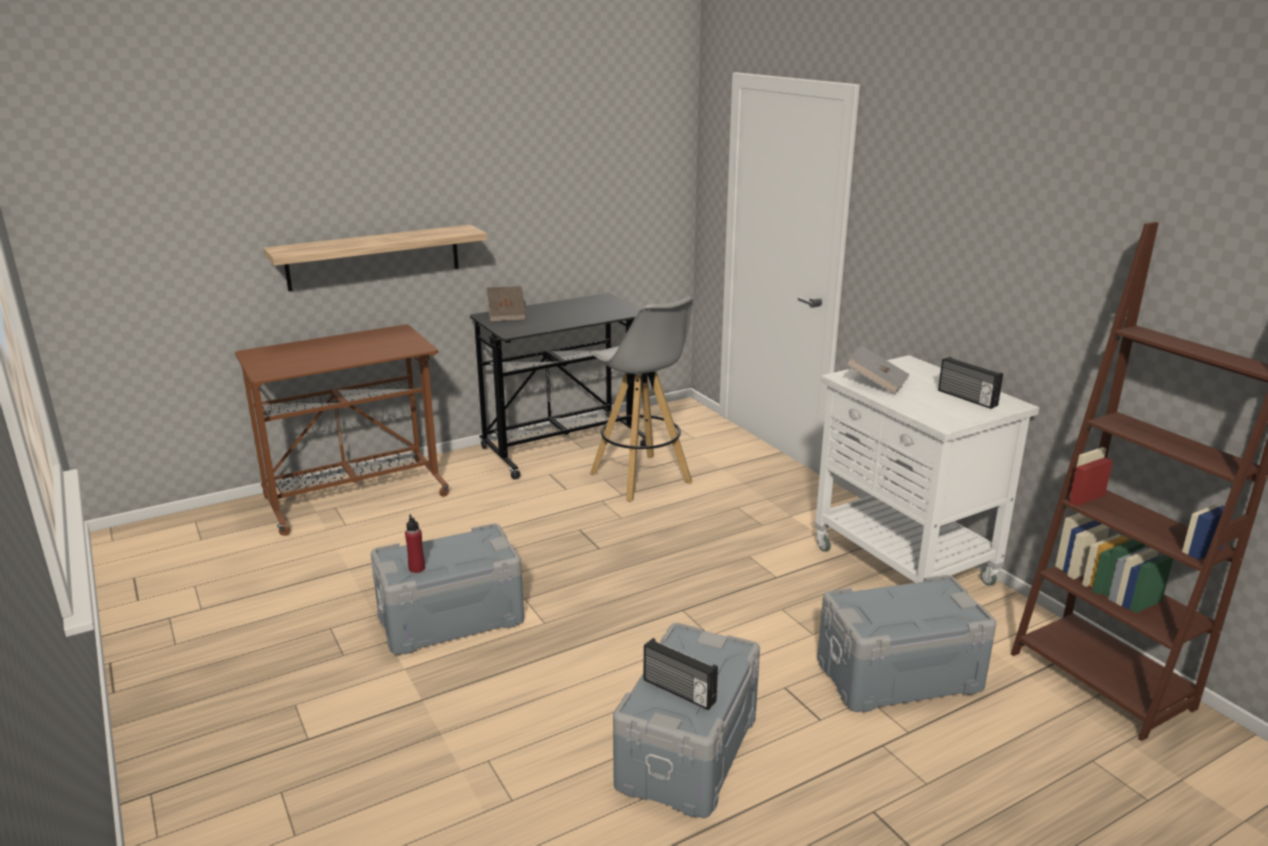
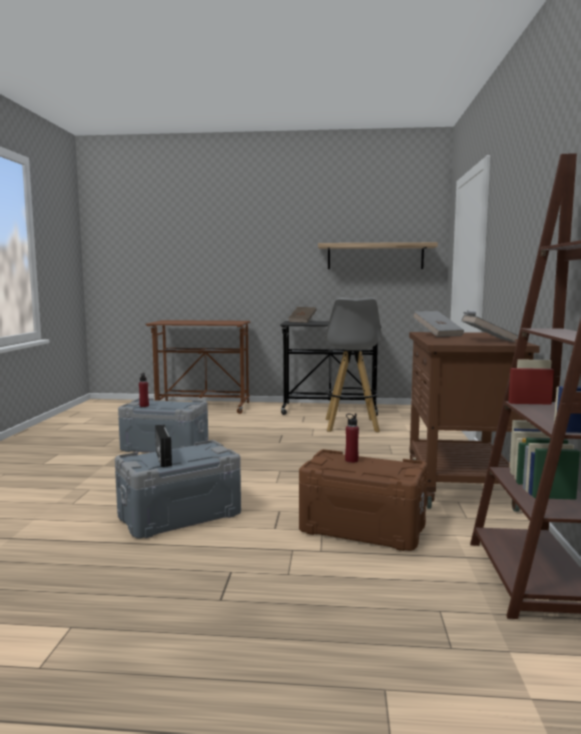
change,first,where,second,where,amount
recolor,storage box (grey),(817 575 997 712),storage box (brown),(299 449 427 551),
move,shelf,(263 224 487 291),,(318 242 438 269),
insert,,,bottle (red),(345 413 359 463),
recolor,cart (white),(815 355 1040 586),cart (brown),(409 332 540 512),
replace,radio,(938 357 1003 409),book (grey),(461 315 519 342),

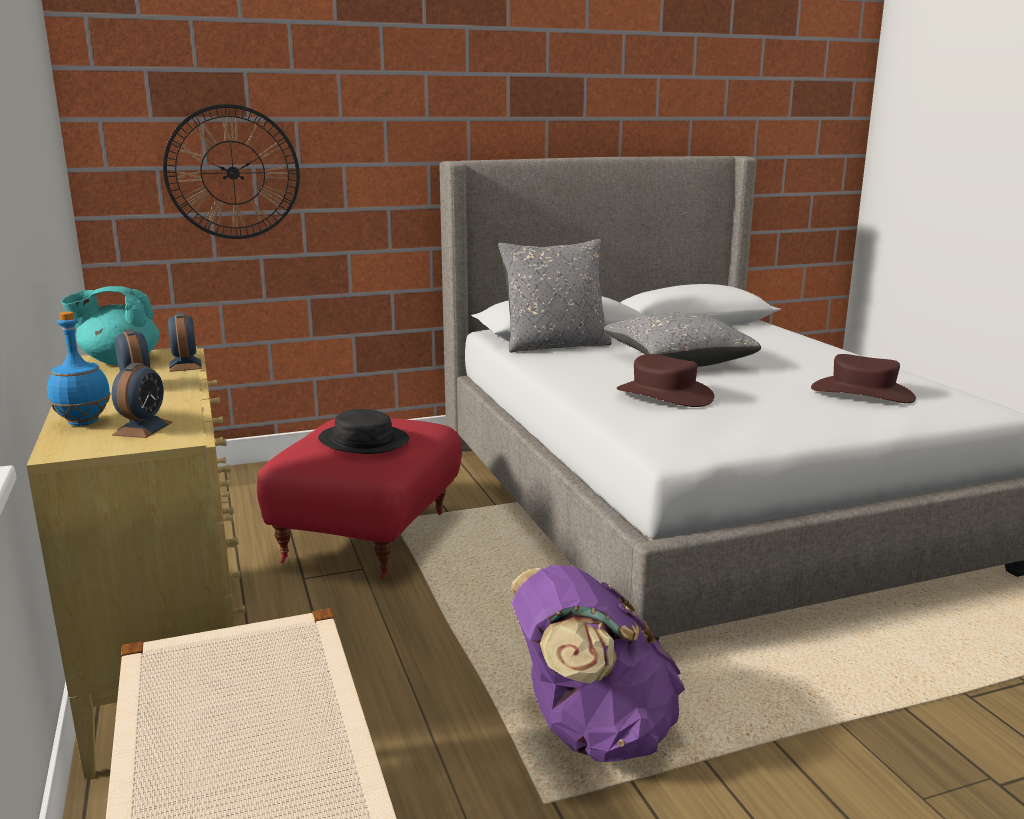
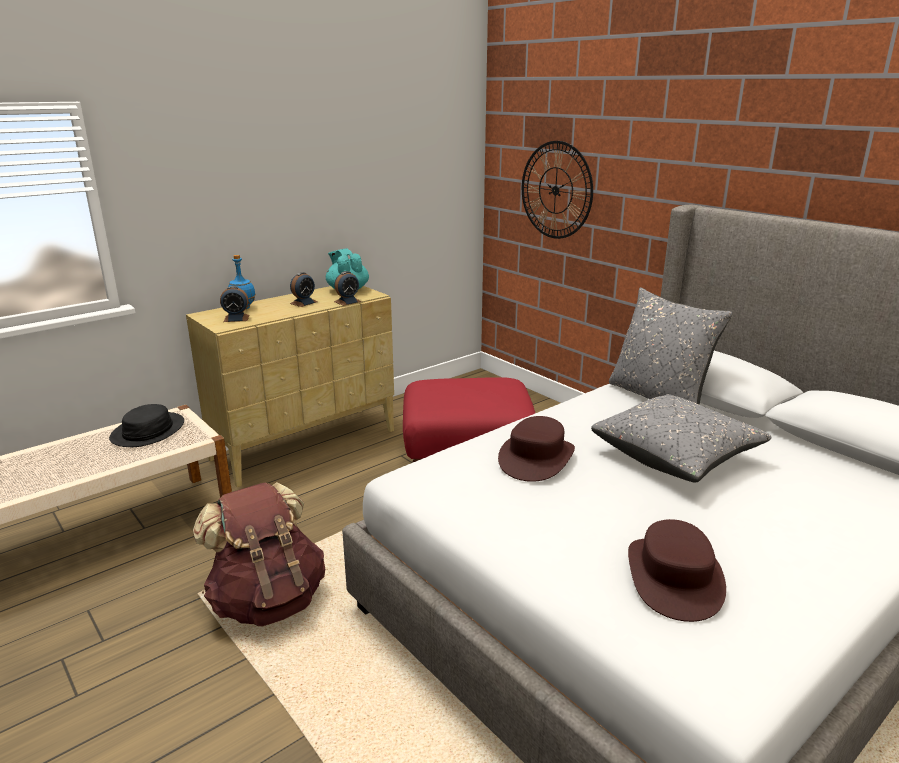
change,first,where,second,where,amount
move,hat (black),(318 409 409 454),,(109 404 184 447),
recolor,backpack (purple),(511 565 685 762),backpack (brown),(193 482 325 626),

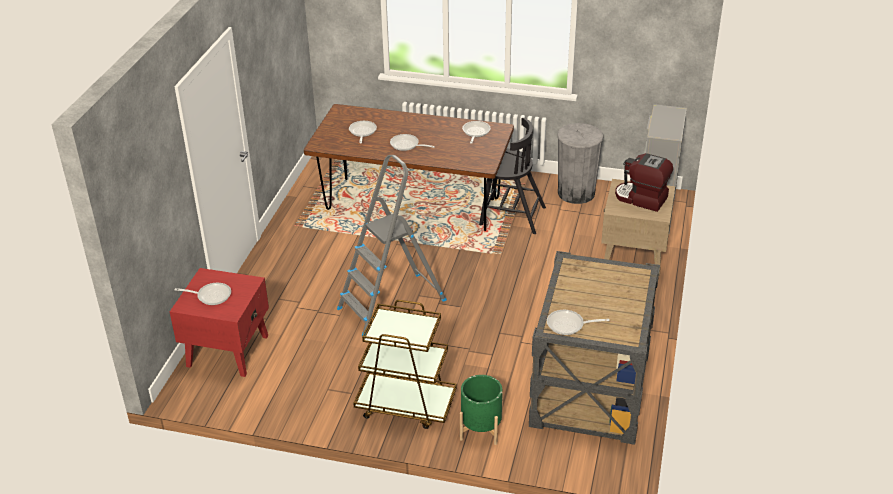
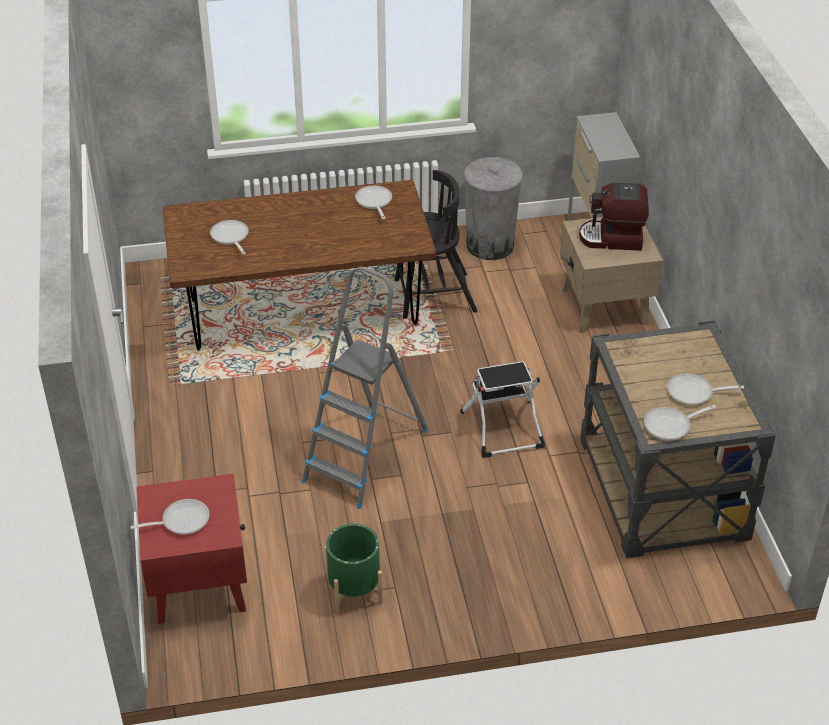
change,first,where,second,where,amount
move,planter (green),(460 375 503 445),,(325 524 383 613),
insert,,,step ladder,(460 361 545 458),
move,frying pan,(390 134 435 151),,(667 373 744 405),
delete,cart (brown),(353 300 457 429),,,

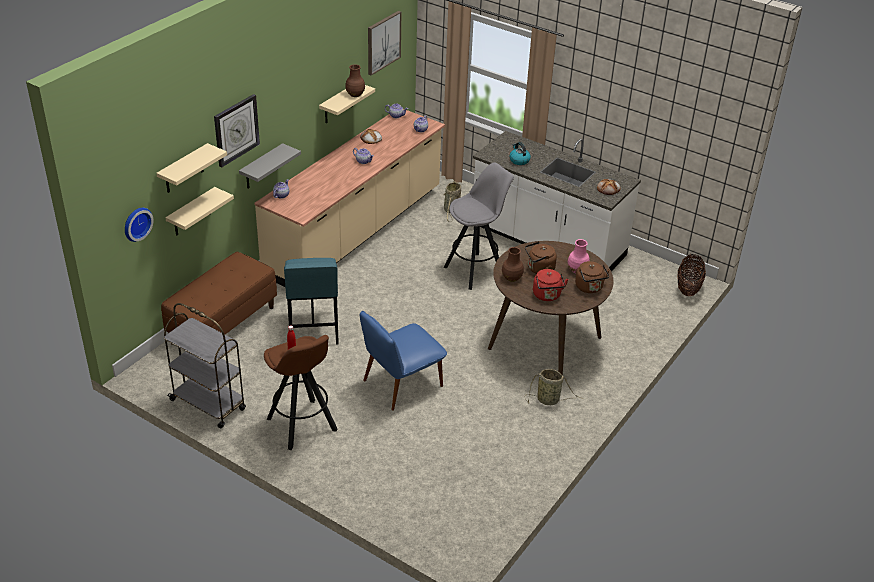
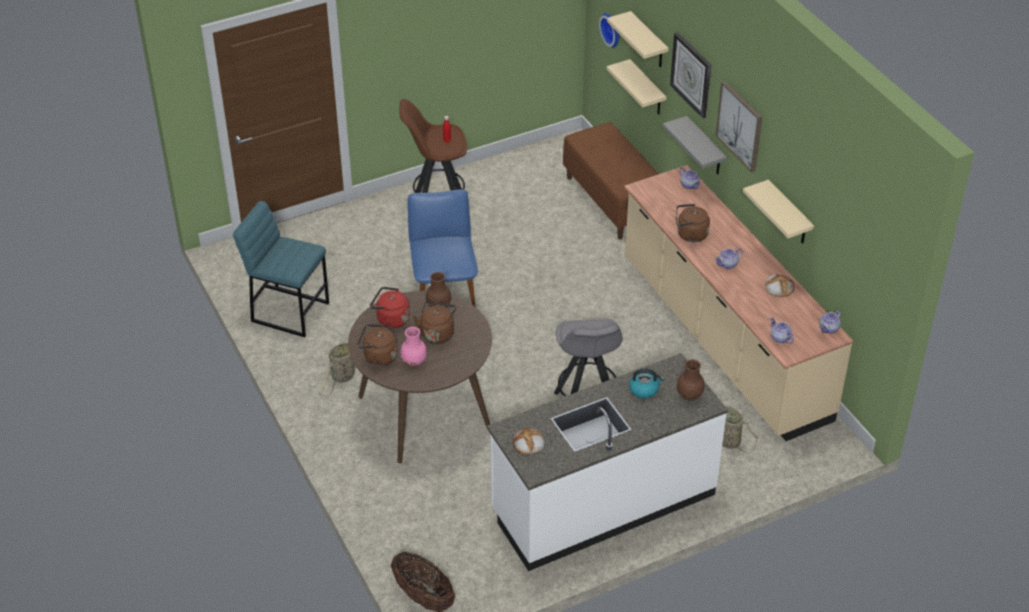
change,first,where,second,where,amount
move,stool (blue),(284 258 339 345),,(233 201 329 337),
insert,,,kettle (brown),(676 204 710 242),
move,vase (brown),(345 64 365 97),,(677 359 704 400),
move,picture,(368 11 401 75),,(716 81 762 172),
delete,cart (grey),(164 303 246 429),,,

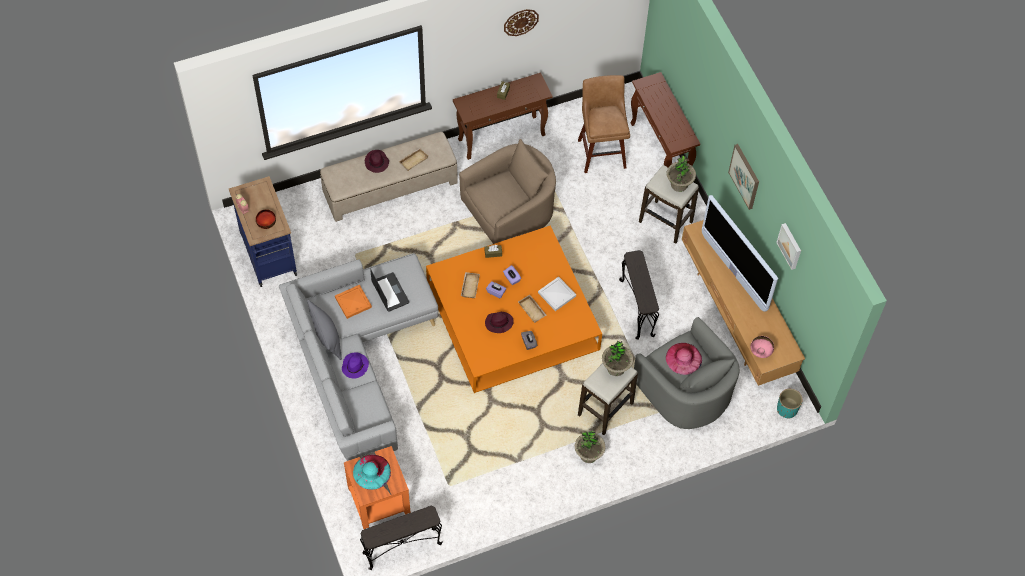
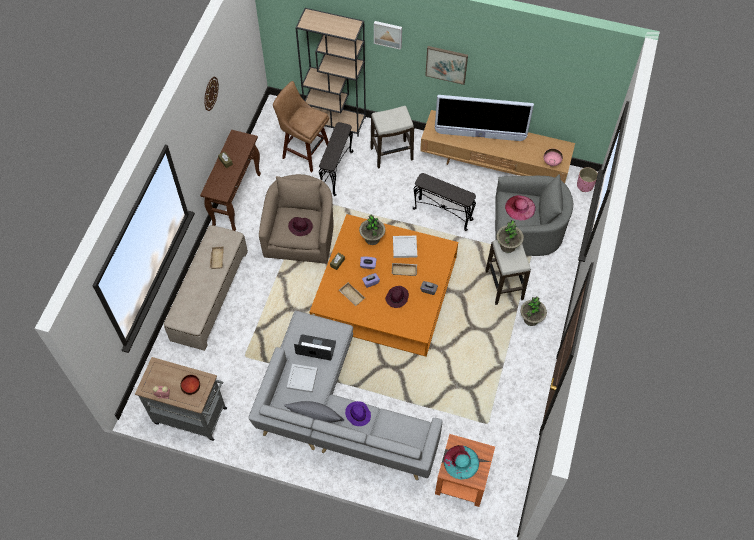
change,first,where,second,where,amount
recolor,cart (blue),(229 176 297 287),cart (grey),(135 357 227 441),
recolor,tray (orange),(335 285 372 319),tray (white),(287 364 318 393),
move,hat (purple),(365 150 389 173),,(288 217 313 236),
replace,console table (brown),(631 72 700 167),bookcase,(296 8 366 137),
move,side table (black),(360 506 443 570),,(319 122 353 196),
move,potted plant,(666 155 696 192),,(359 214 385 245),
move,picture,(776 223 801 270),,(374 21 402 50),
recolor,planter (turquoise),(777 389 803 419),planter (pink),(577 167 598 192),

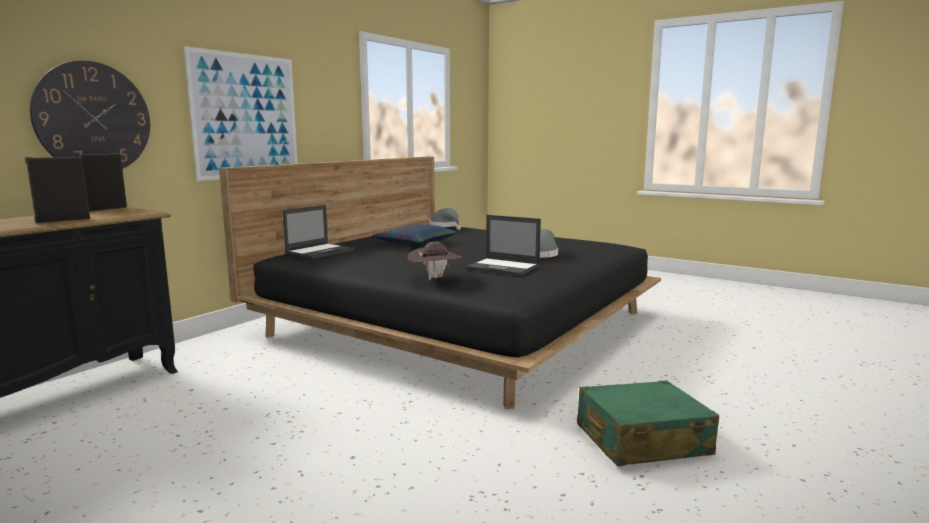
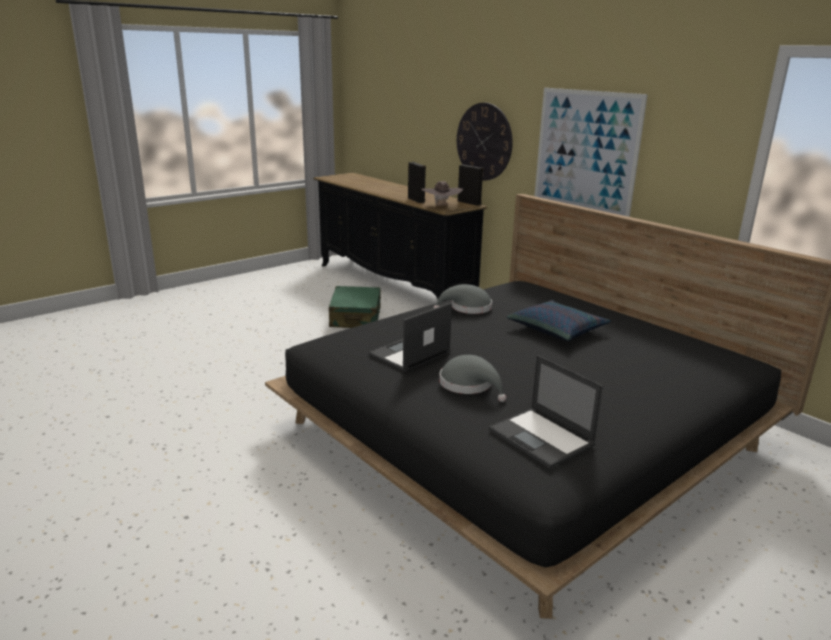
change,first,where,second,where,amount
move,suitcase (green),(577 380 719 466),,(329 286 381 328),
move,hat (brown),(407 242 463 280),,(421 181 463 206),
move,hat (grey),(430 208 461 230),,(433 284 492 314),
move,laptop,(283 205 354 259),,(489 355 603 469),

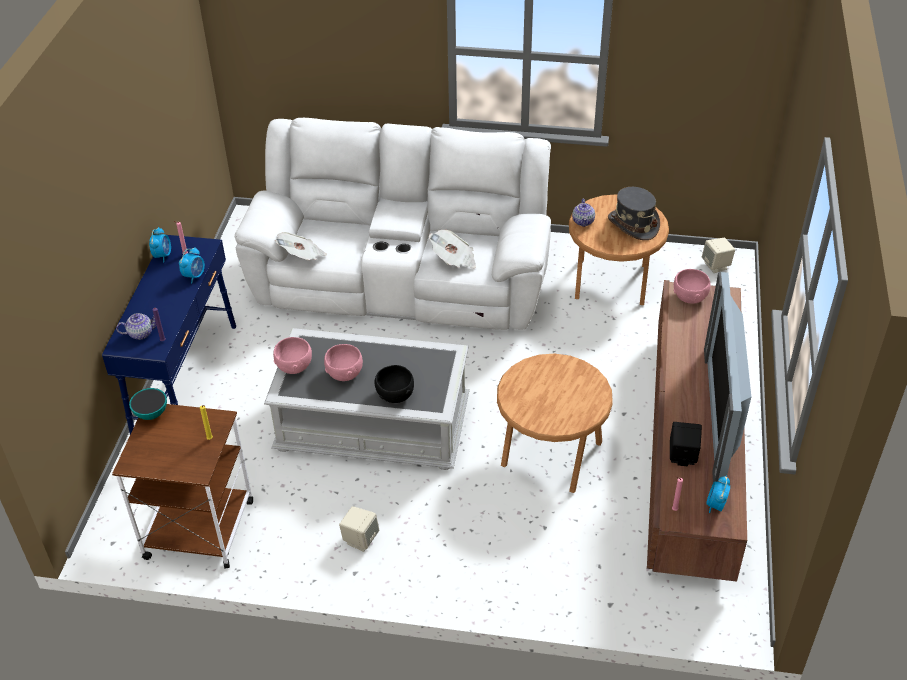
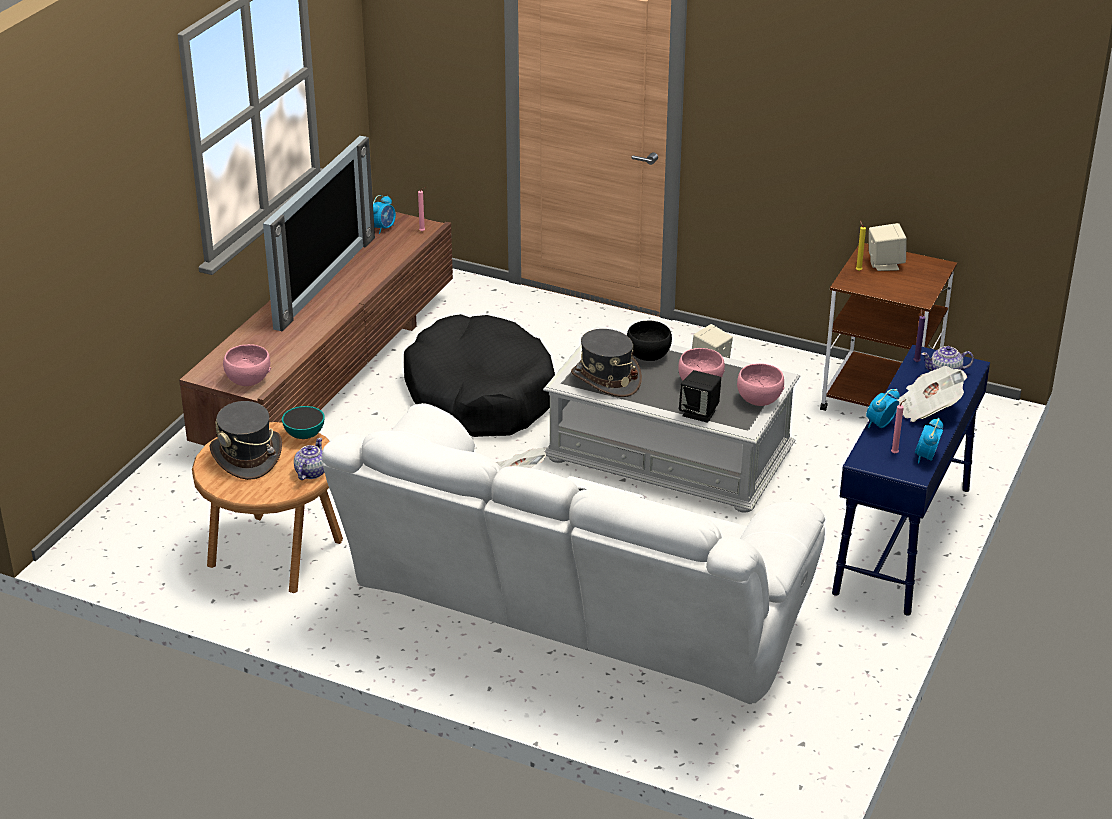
change,first,where,second,where,amount
move,bowl,(129 388 167 420),,(282 406 325 439),
replace,side table (brown),(497 354 613 493),dog bed (black),(404 314 555 437),
insert,,,hat (grey),(571 329 642 397),
move,speaker (black),(670 422 702 467),,(679 370 721 423),
move,speaker (beige),(702 238 735 273),,(869 223 907 271),
move,newspaper,(275 232 327 260),,(896 366 967 422),

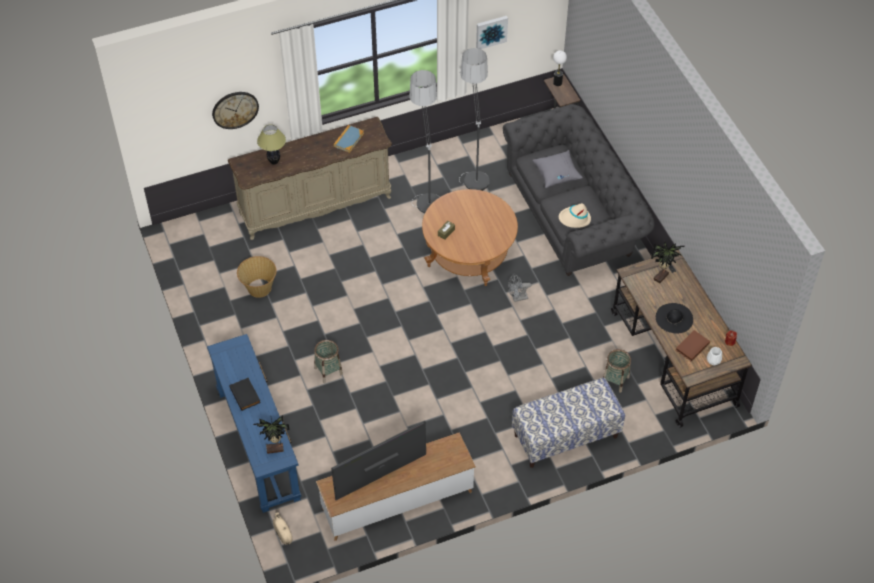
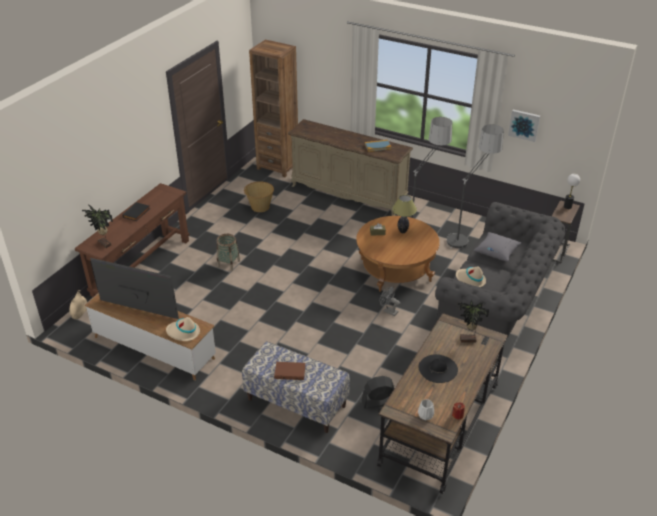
change,first,where,second,where,amount
recolor,console table (blue),(207 334 301 513),console table (brown),(75 183 190 297),
insert,,,hat (beige),(166 317 200 341),
insert,,,bookcase (brown),(249 40 298 177),
move,book (brown),(676 330 710 361),,(274 362 305 380),
replace,basket,(603 349 631 393),fan (black),(362 376 394 409),
move,table lamp,(257 124 286 165),,(392 195 417 233),
delete,wall clock,(212 92 259 129),,,

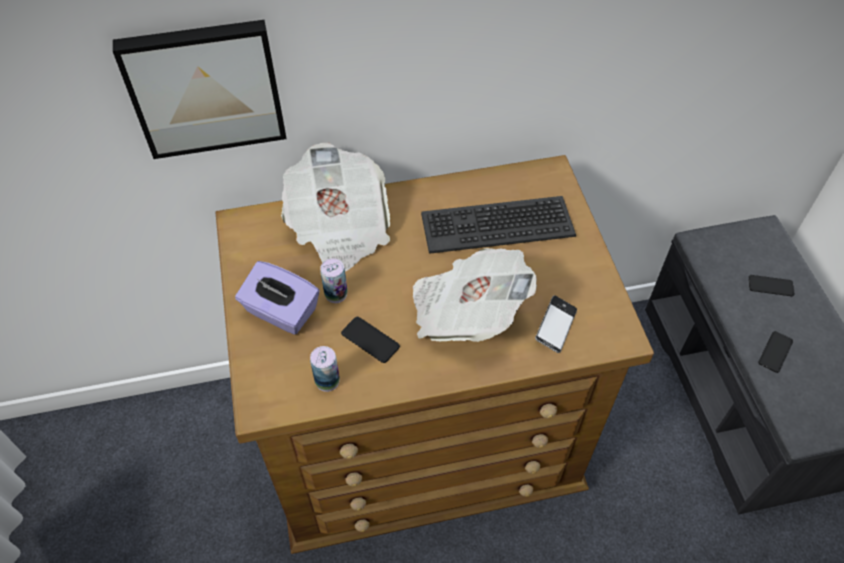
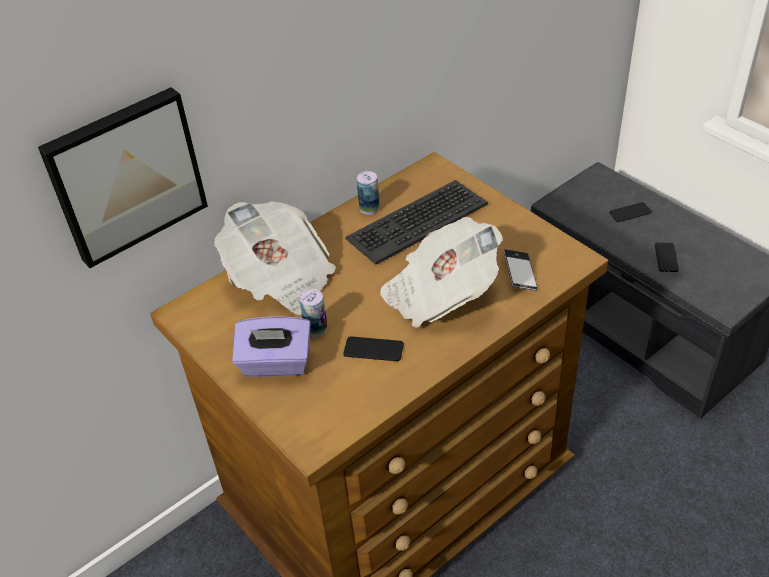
change,first,where,second,where,amount
move,can,(310 346 340 392),,(357 171 380 215),

